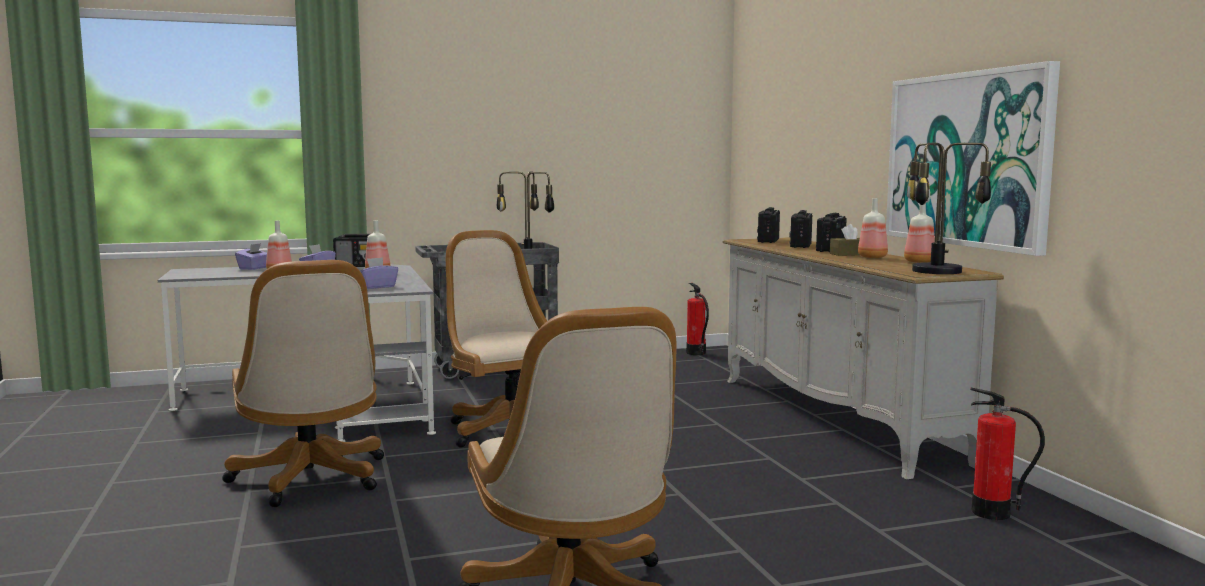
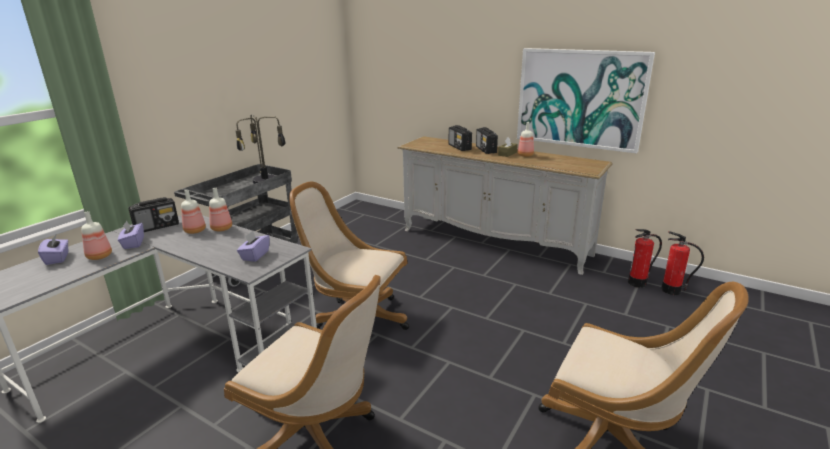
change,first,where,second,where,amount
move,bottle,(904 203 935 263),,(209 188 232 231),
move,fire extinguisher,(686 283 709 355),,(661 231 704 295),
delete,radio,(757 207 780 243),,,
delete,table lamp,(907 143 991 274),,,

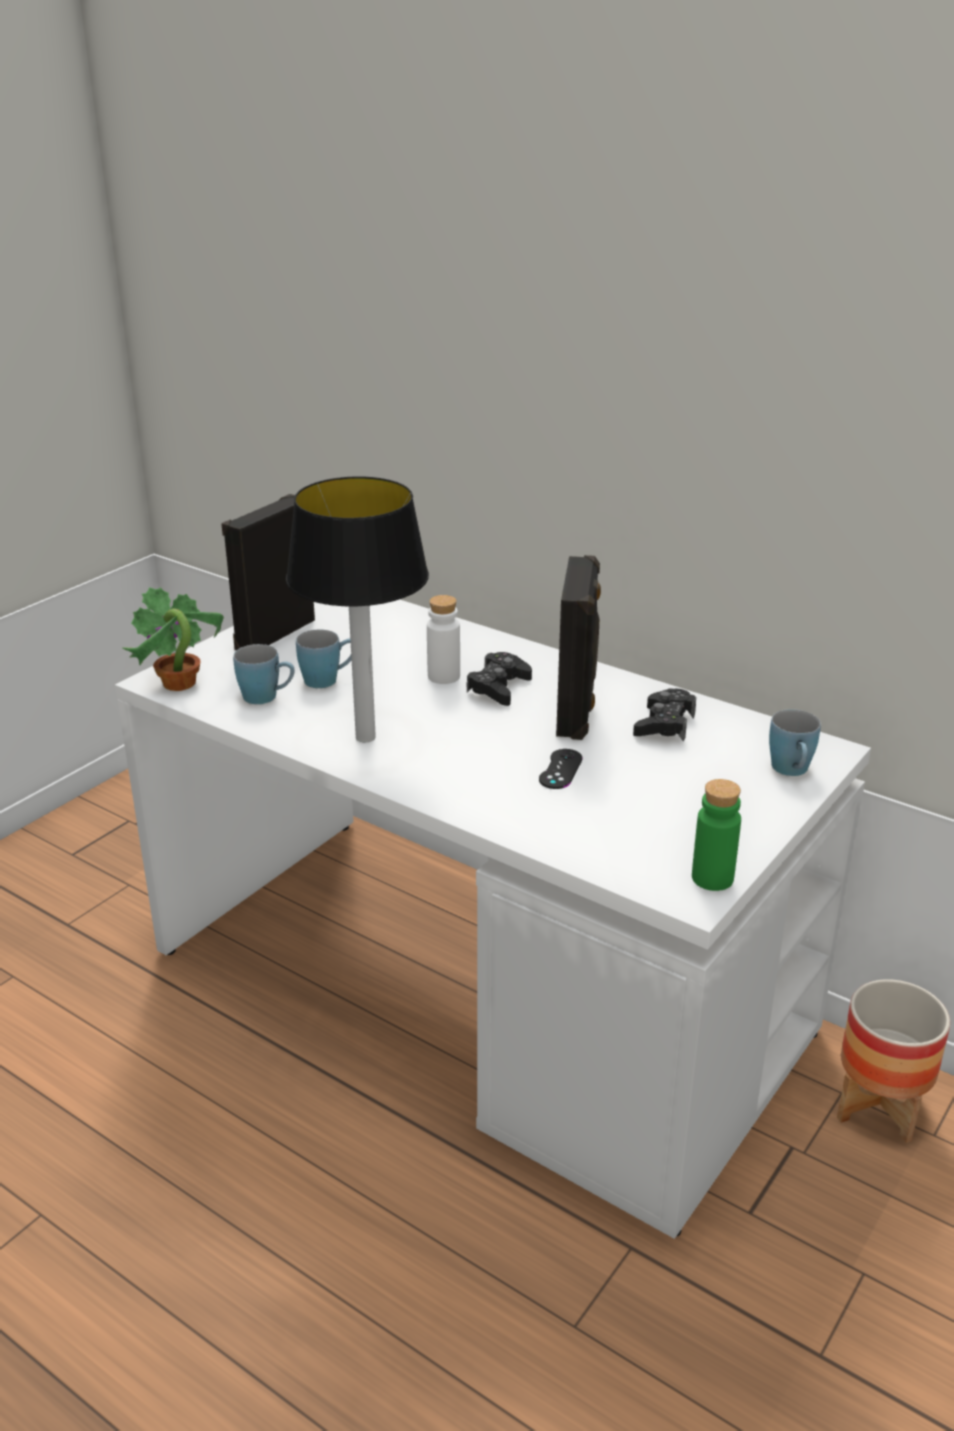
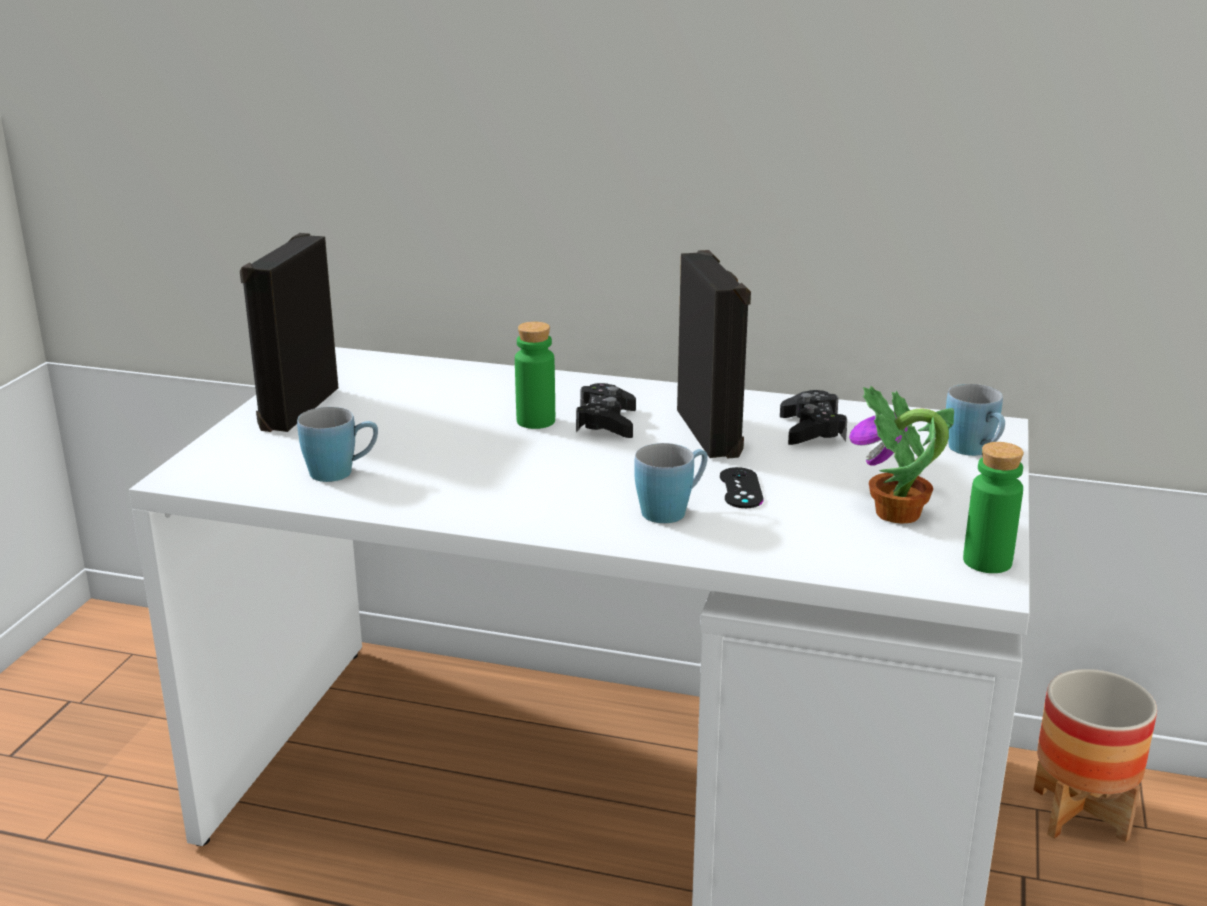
change,first,where,second,where,amount
recolor,bottle (white),(427 595 460 684),bottle (green),(515 322 555 429),
move,mug (blue),(296 629 352 688),,(634 443 708 523),
move,potted plant,(122 587 224 691),,(849 386 954 524),
delete,table lamp,(286 477 429 742),,,

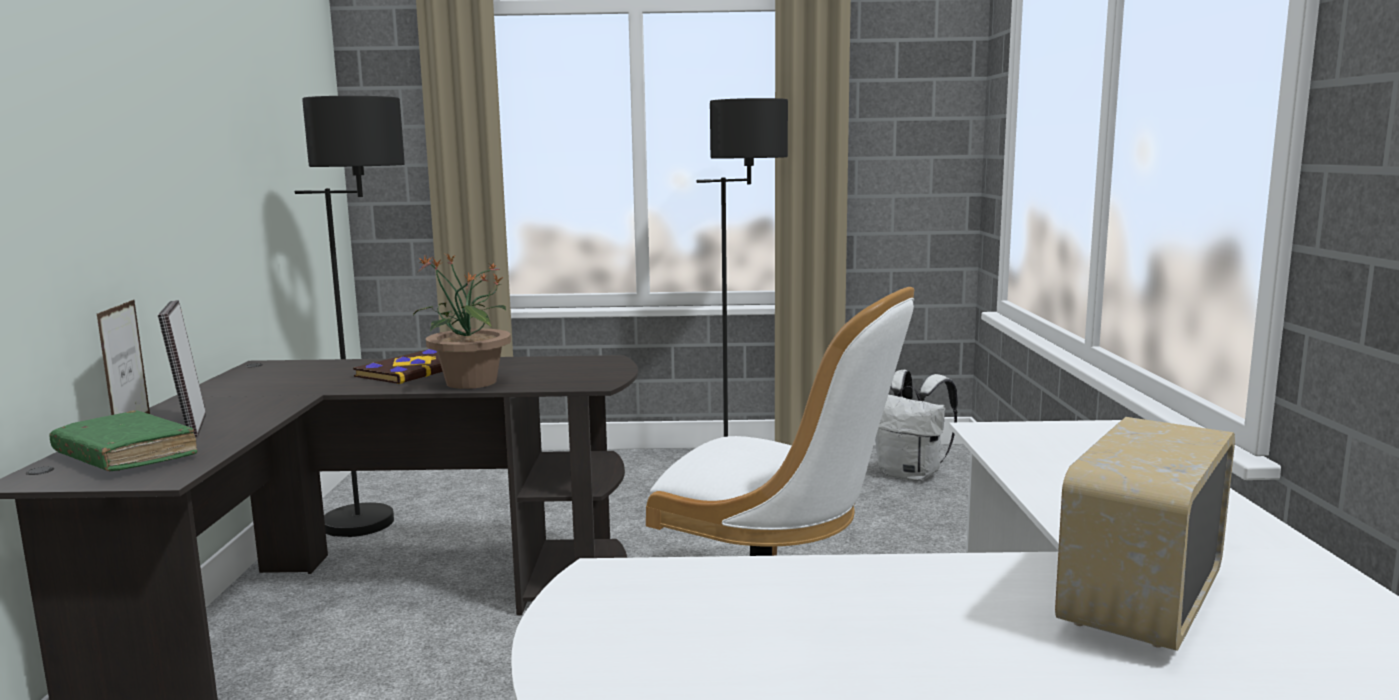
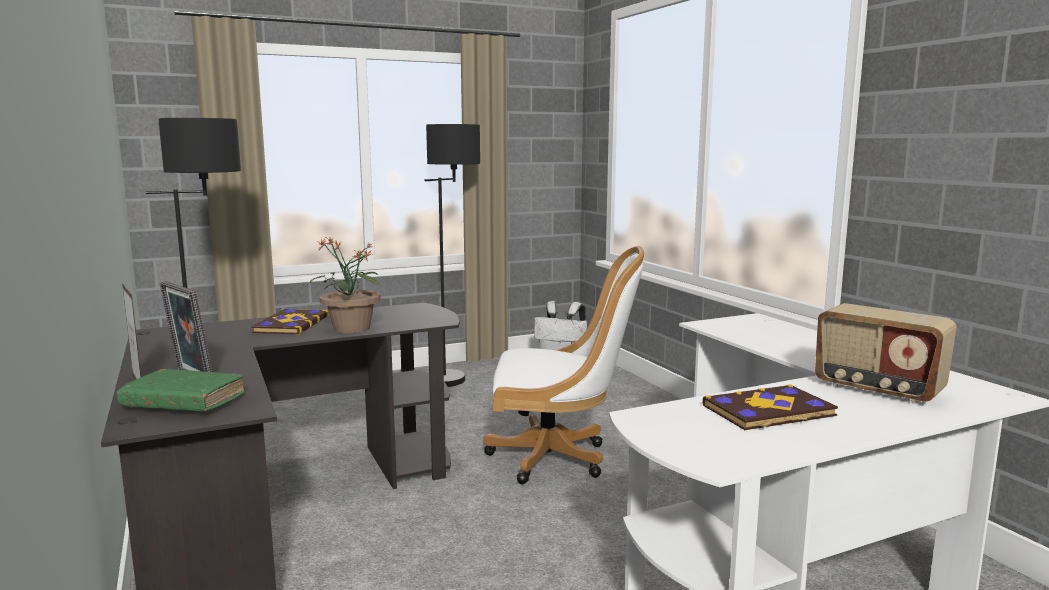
change,first,where,second,where,amount
insert,,,book,(702 384 838 430),
rotate,radio,(1055 417 1235 651),,(815 303 957 404),60 degrees counterclockwise

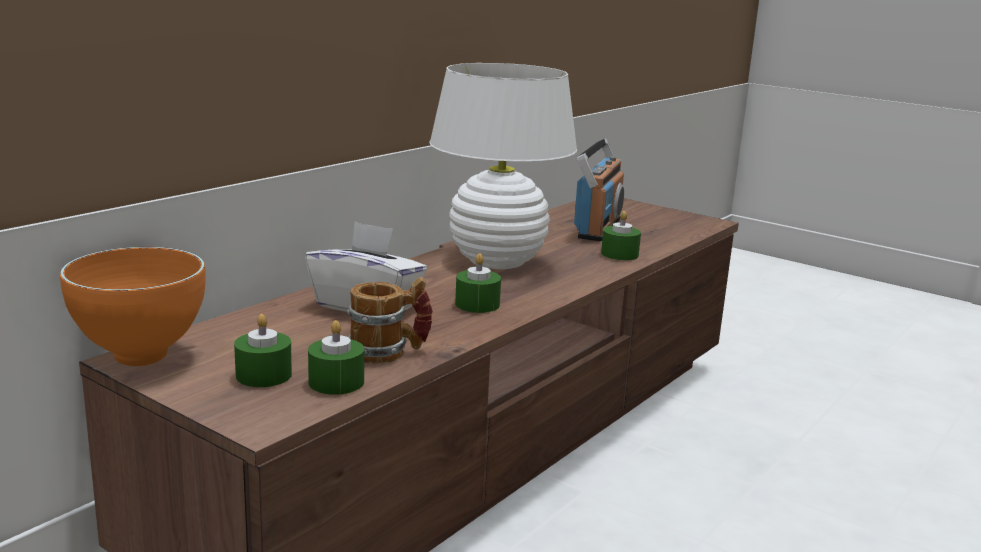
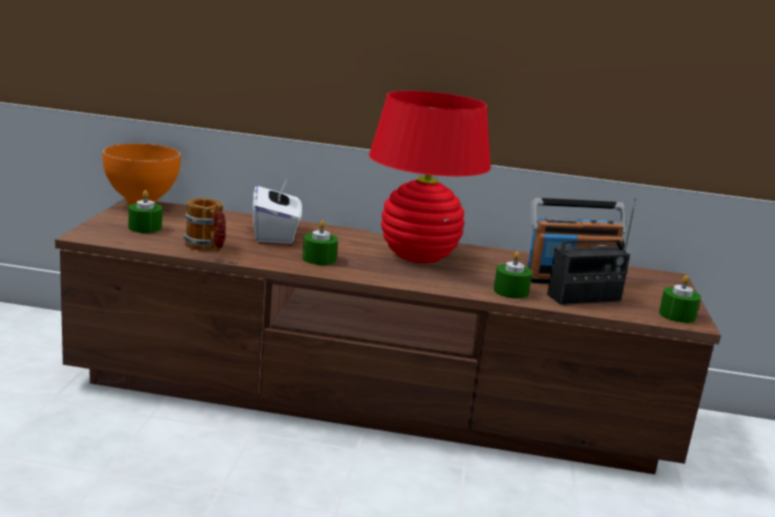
change,first,where,second,where,amount
recolor,table lamp (white),(429 63 577 269),table lamp (red),(369 91 491 263),
insert,,,radio,(547 198 636 305),
move,candle (green),(308 320 364 395),,(659 275 701 323),

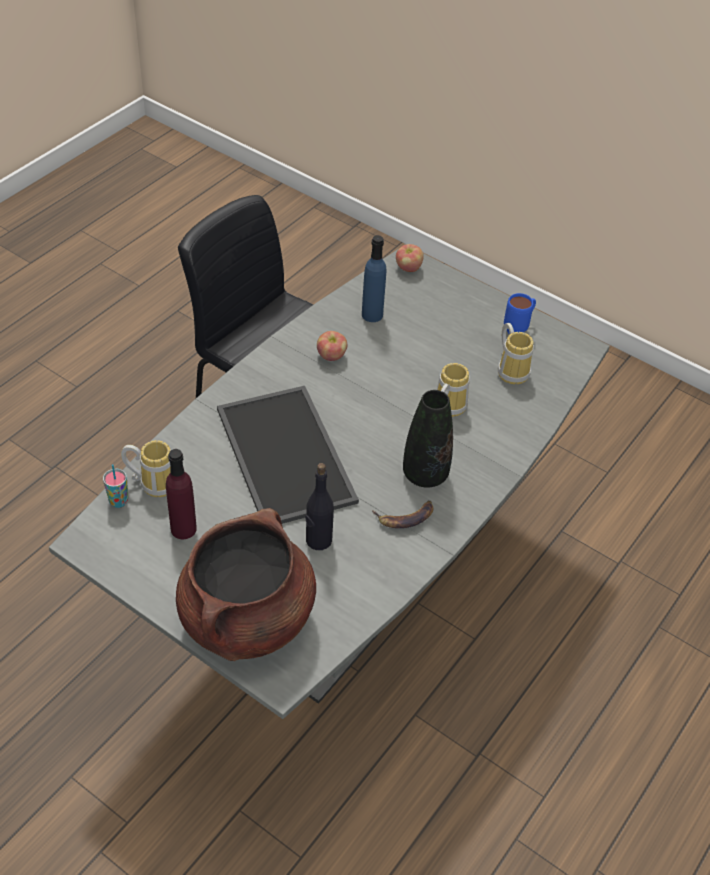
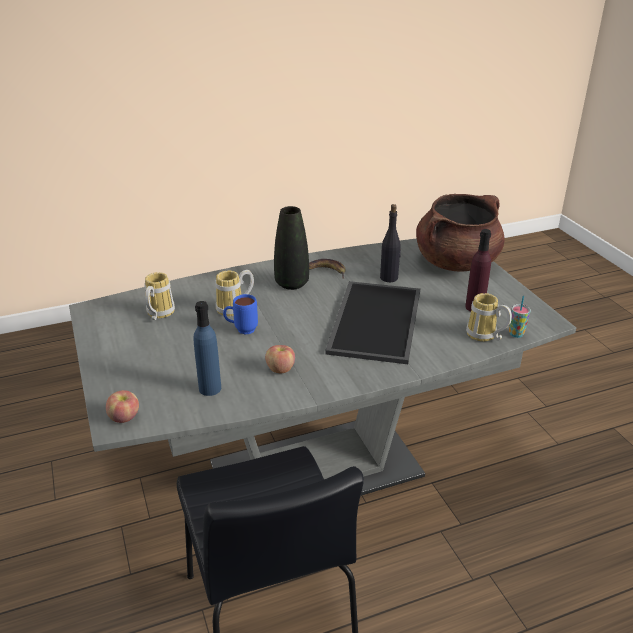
change,first,where,second,where,amount
move,mug (blue),(504 293 536 333),,(223 294 258 334),

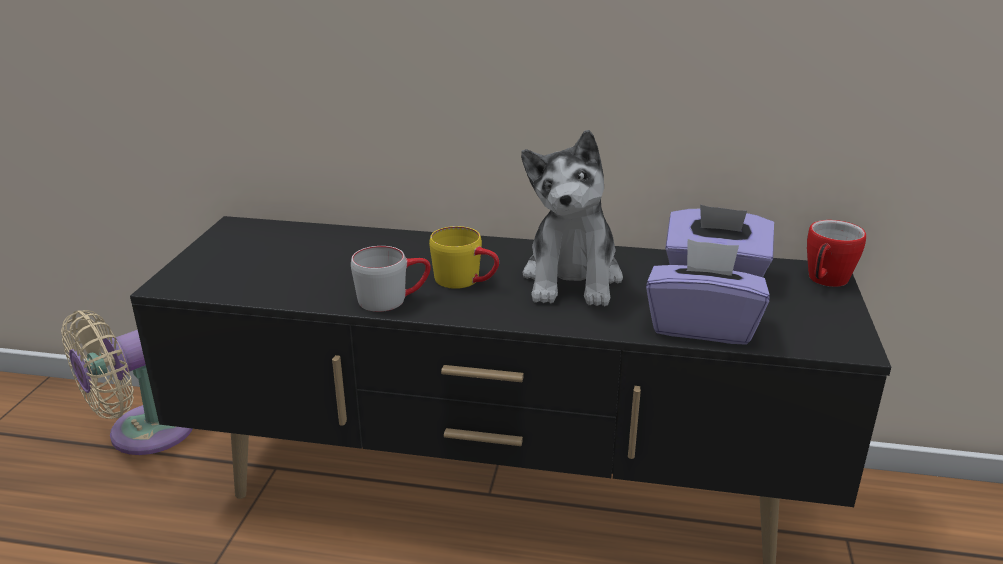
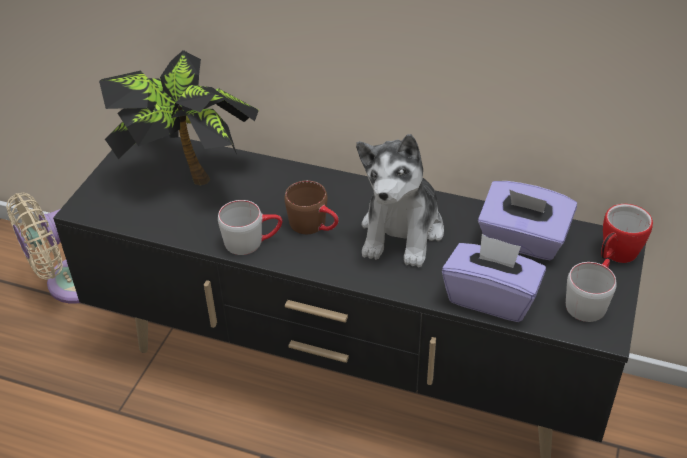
change,first,where,second,where,amount
insert,,,potted plant,(99 50 259 186),
recolor,mug (yellow),(429 226 499 289),mug (brown),(284 180 339 234),
insert,,,mug (grey),(566 259 616 322),

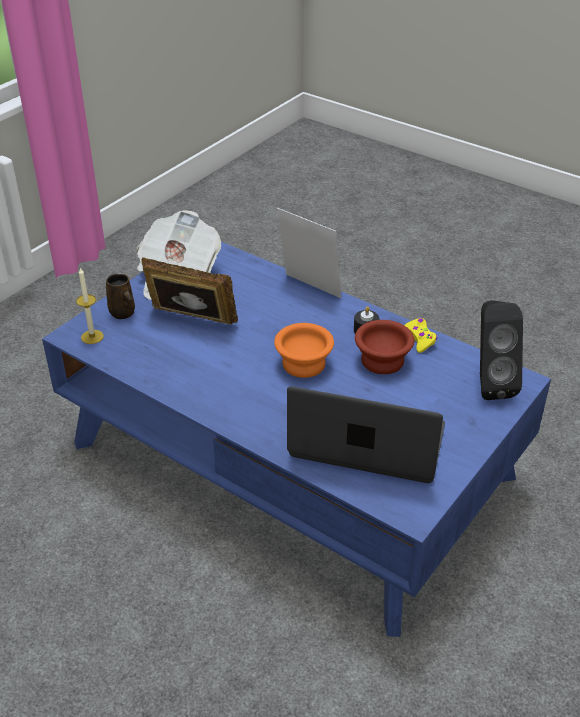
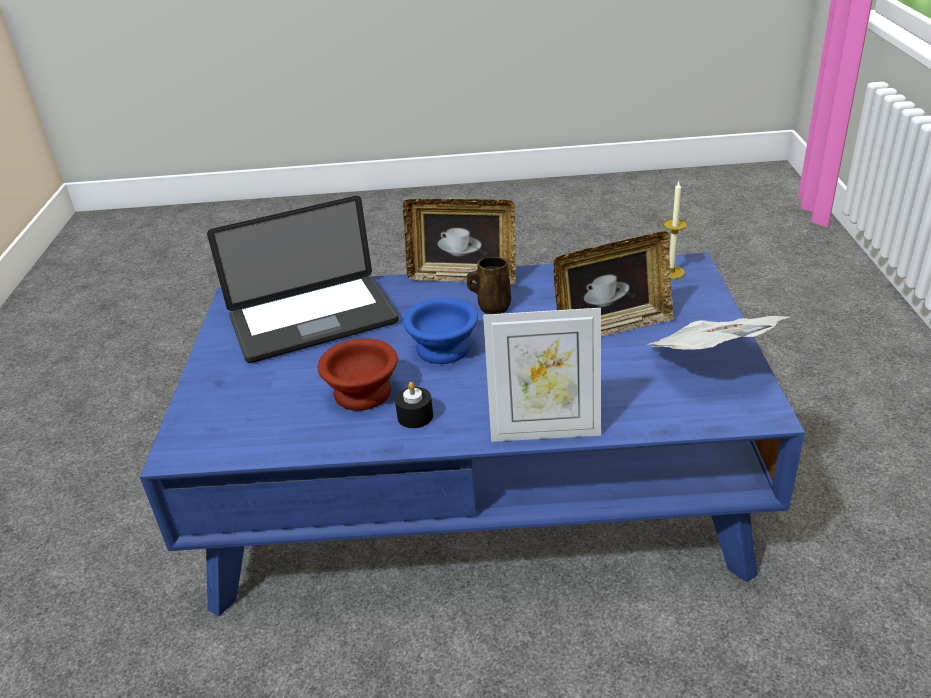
change,first,where,second,where,amount
insert,,,picture frame,(403 199 516 285),
recolor,bowl (orange),(274 323 334 378),bowl (blue),(403 298 478 364),
move,mug (brown),(106 274 135 319),,(467 257 511 314),
delete,game controller (yellow),(404 318 437 353),,,
delete,speaker (black),(480 300 523 400),,,

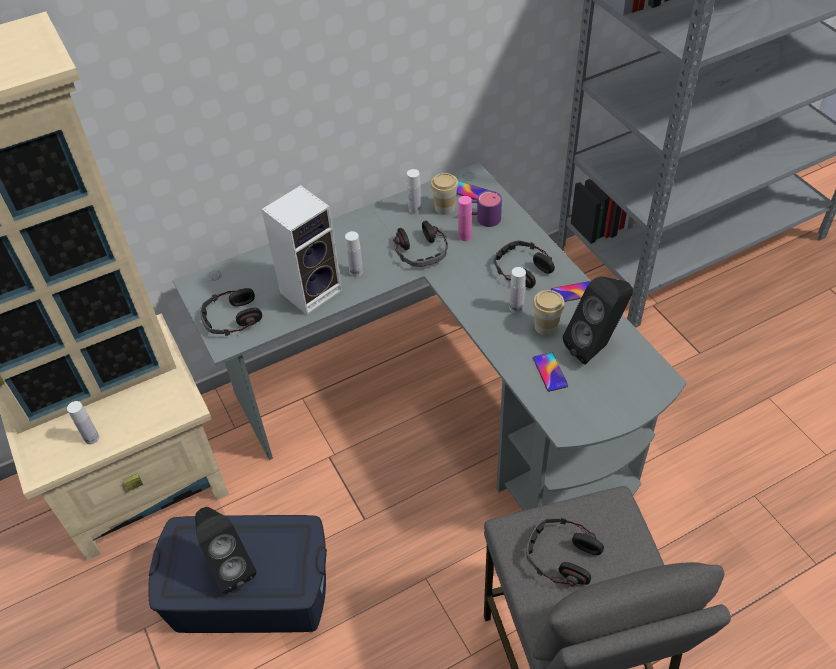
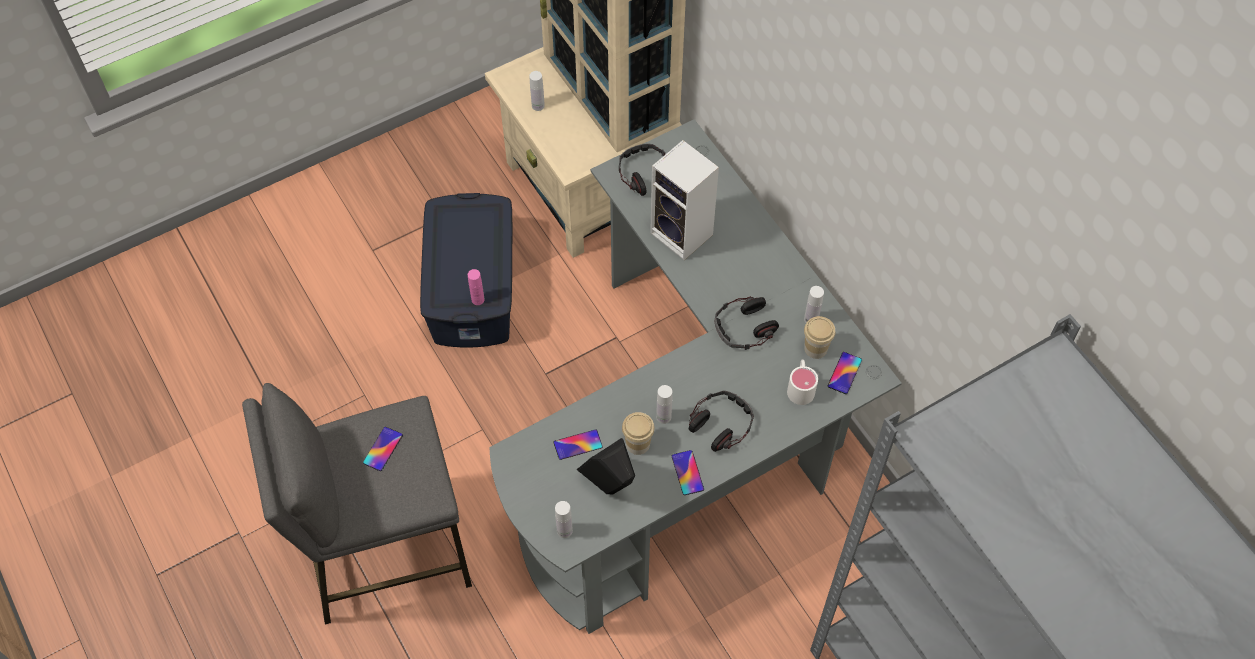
change,first,where,second,where,amount
replace,headphones,(526 517 604 586),phone,(363 427 403 471),
move,bottle (pink),(458 196 472 241),,(468 269 485 305),
move,bottle (white),(345 231 363 277),,(555 501 573 538),
recolor,mug (purple),(472 191 502 227),mug (white),(787 359 818 405),
delete,speaker (black),(195 507 256 594),,,

